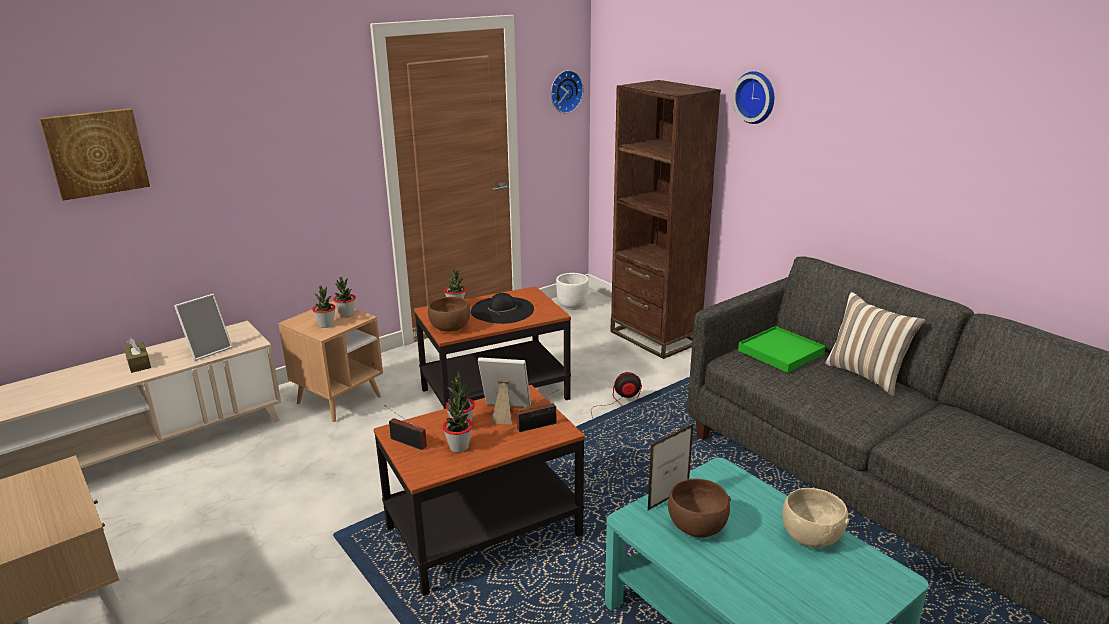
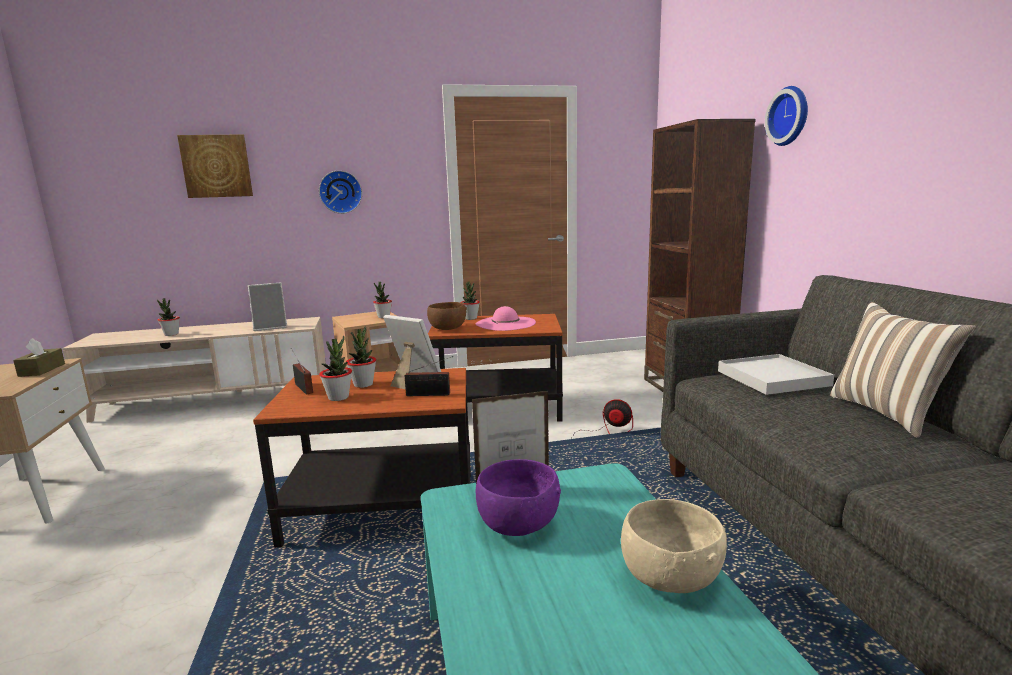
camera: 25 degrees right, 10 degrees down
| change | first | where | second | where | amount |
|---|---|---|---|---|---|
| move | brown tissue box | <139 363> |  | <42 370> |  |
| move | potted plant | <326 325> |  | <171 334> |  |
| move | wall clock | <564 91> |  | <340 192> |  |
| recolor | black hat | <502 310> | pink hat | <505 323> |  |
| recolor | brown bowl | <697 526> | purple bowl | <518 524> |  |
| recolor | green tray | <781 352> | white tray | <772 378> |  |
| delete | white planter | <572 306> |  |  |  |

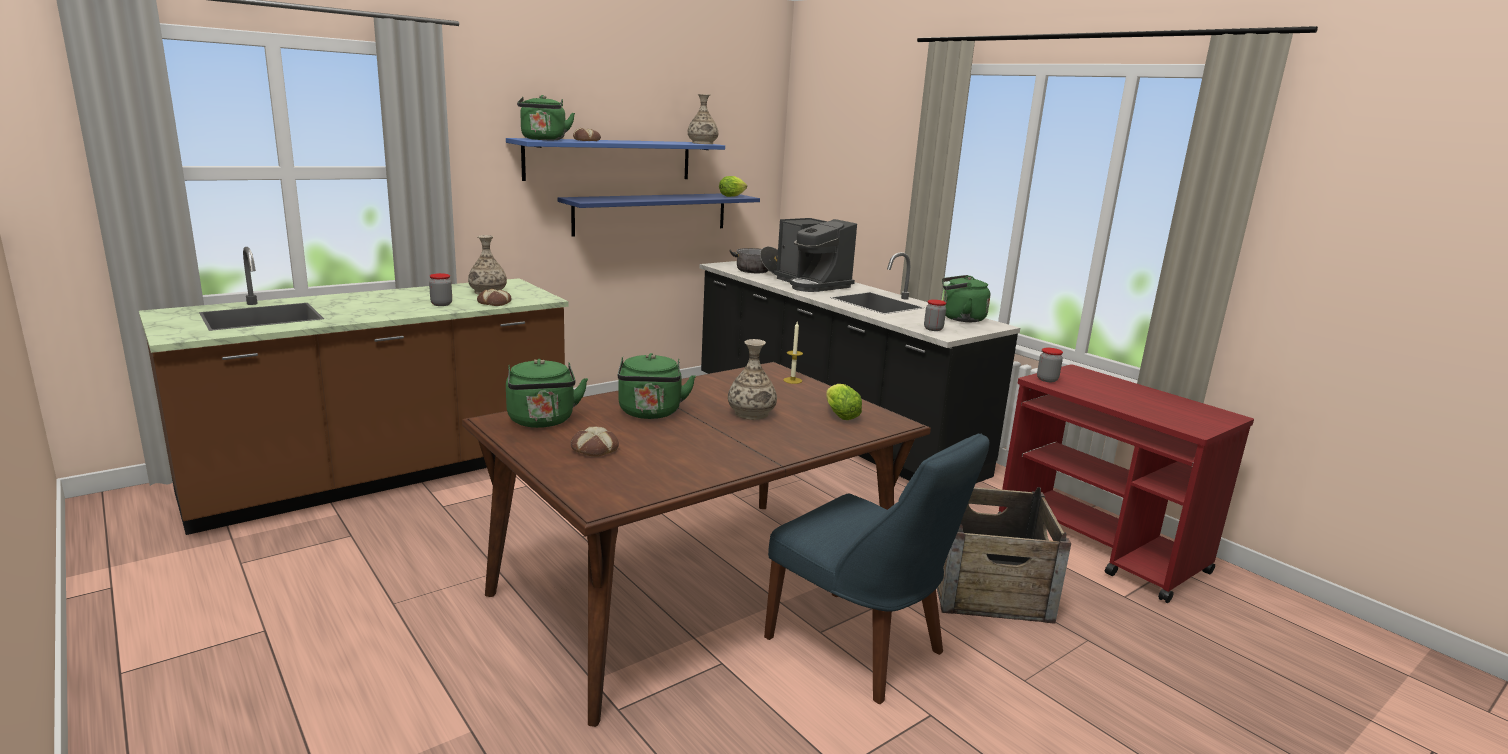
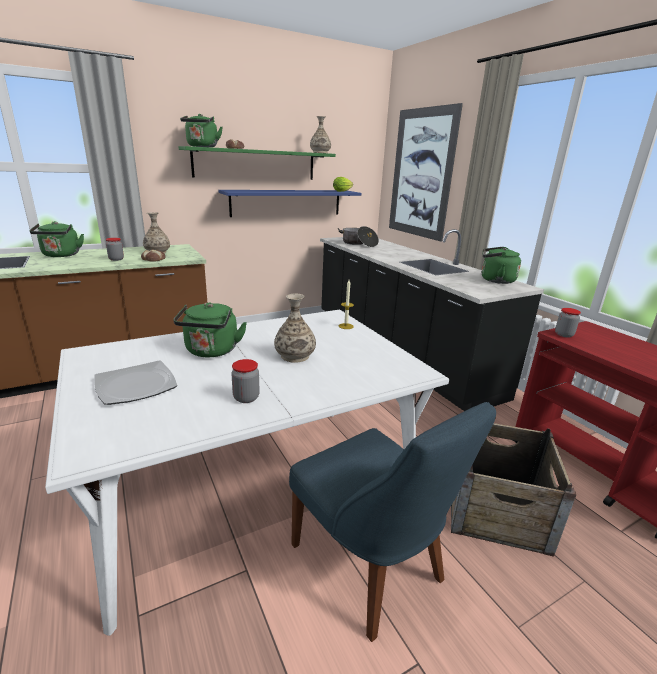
camera: 10 degrees right, 5 degrees up
| change | first | where | second | where | amount |
|---|---|---|---|---|---|
| move | green kettle | <542 421> |  | <61 255> |  |
| recolor | brown dining table | <695 593> | white dining table | <253 491> |  |
| replace | bread | <593 449> | plate | <135 386> |  |
| recolor | blue shelf | <610 160> | green shelf | <255 164> |  |
| move | jar | <933 329> |  | <246 398> |  |
| insert |  |  | picture | <421 174> |  |
| delete | coffee machine | <812 284> |  |  |  |
| delete | lettuce | <839 415> |  |  |  |

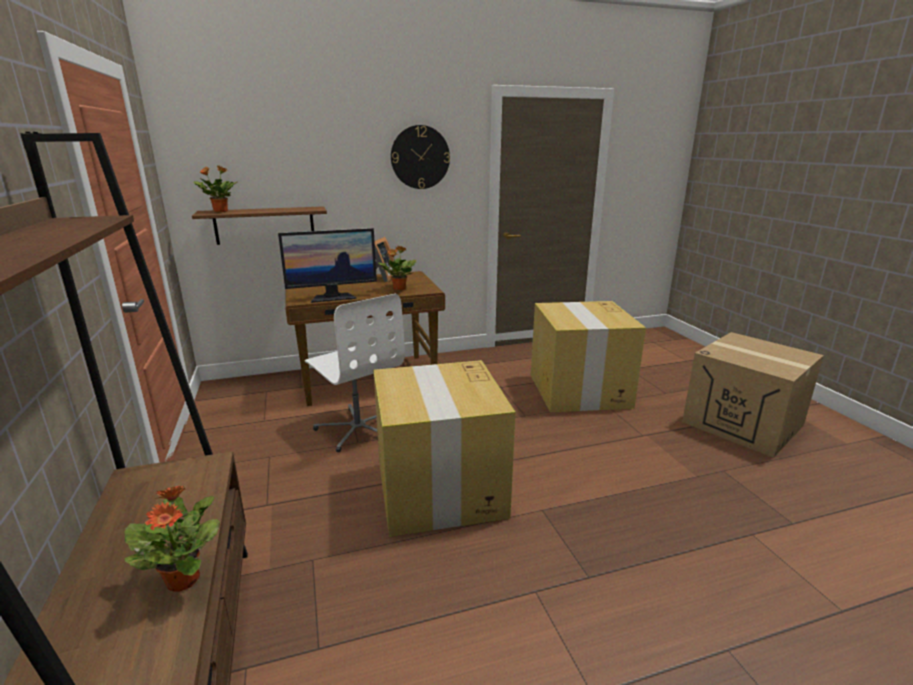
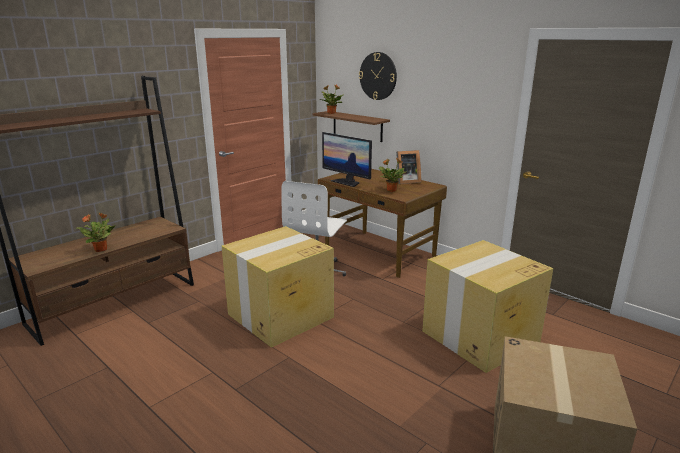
camera: 60 degrees right, 0 degrees up
| change | first | where | second | where | amount |
|---|---|---|---|---|---|
| move | wall clock | <420 157> |  | <378 76> |  |

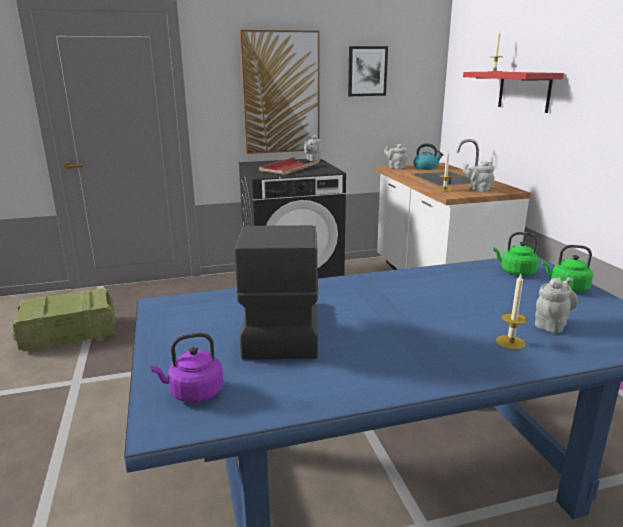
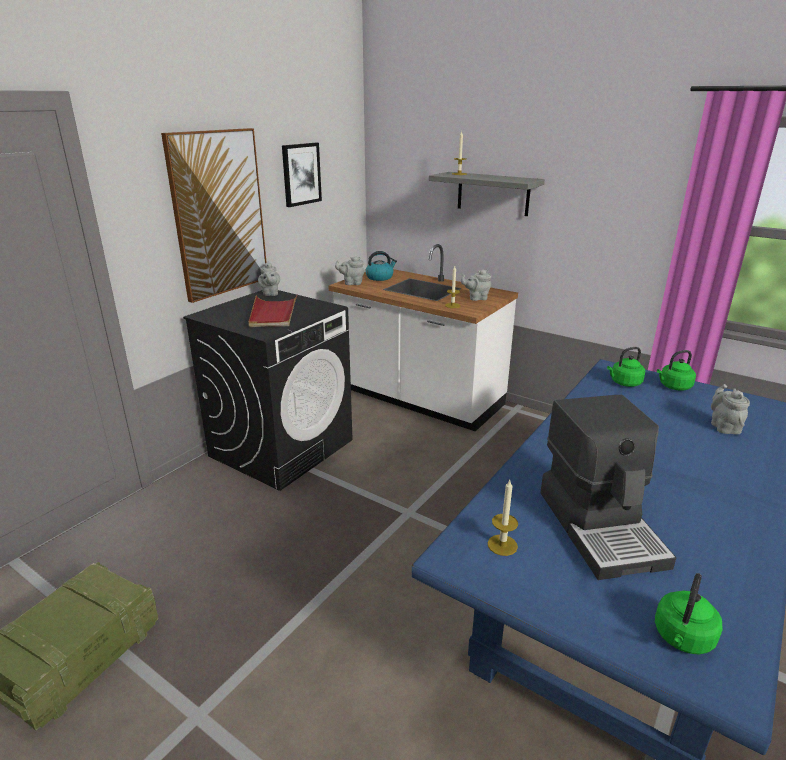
camera: 40 degrees left, 5 degrees up
| change | first | where | second | where | amount |
|---|---|---|---|---|---|
| recolor | red shelf | <524 91> | grey shelf | <493 193> |  |
| move | candle | <510 342> |  | <502 545> |  |
| rotate | coffee machine | <280 329> |  | <601 526> | 150 degrees counterclockwise |
| recolor | purple kettle | <193 393> | green kettle | <682 638> |  |

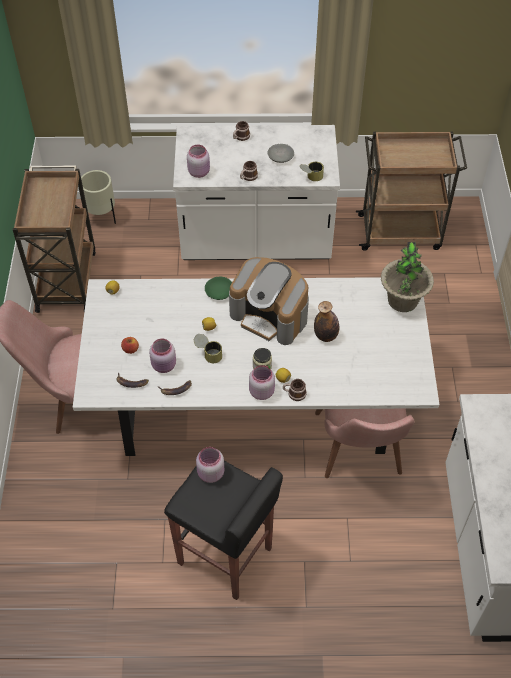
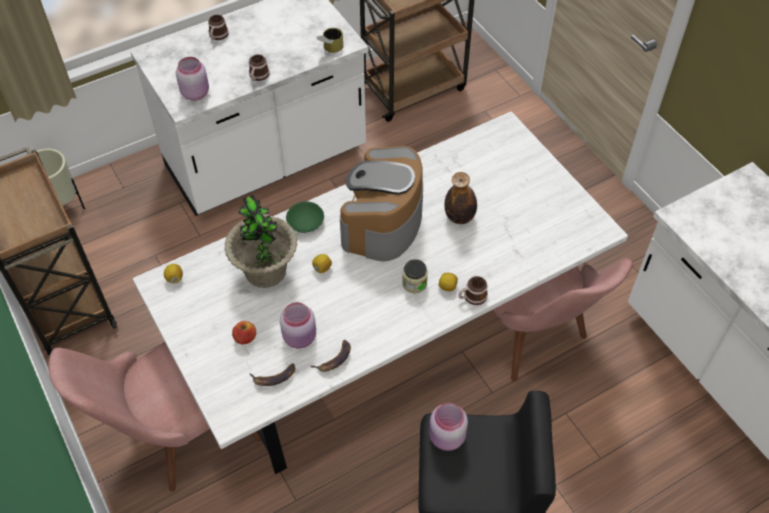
camera: 30 degrees left, 0 degrees up
| change | first | where | second | where | amount |
|---|---|---|---|---|---|
| move | potted plant | <402 300> |  | <265 271> |  |
| rotate | coffee machine | <270 315> |  | <383 222> | 105 degrees clockwise |
| delete | can | <208 354> |  |  |  |
| delete | pink jar | <261 391> |  |  |  |
| delete | grey bowl | <280 157> |  |  |  |

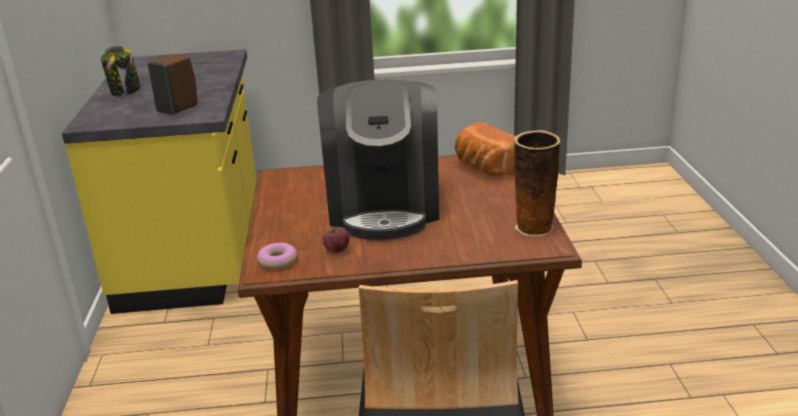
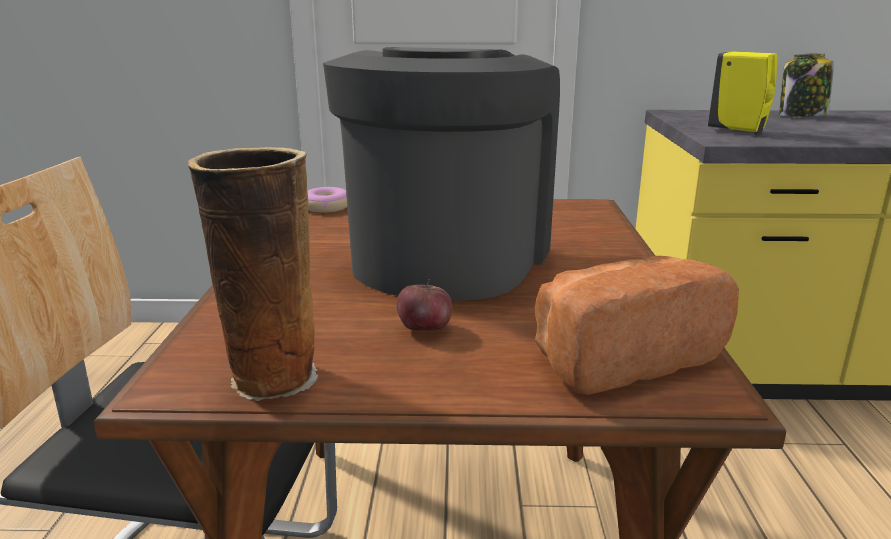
camera: 95 degrees right, 5 degrees down
| change | first | where | second | where | amount |
|---|---|---|---|---|---|
| rotate | coffee machine | <384 207> |  | <448 258> | 105 degrees clockwise |
| move | apple | <336 250> |  | <425 329> |  |
| recolor | brown soap dispenser | <179 110> | yellow soap dispenser | <739 131> |  |

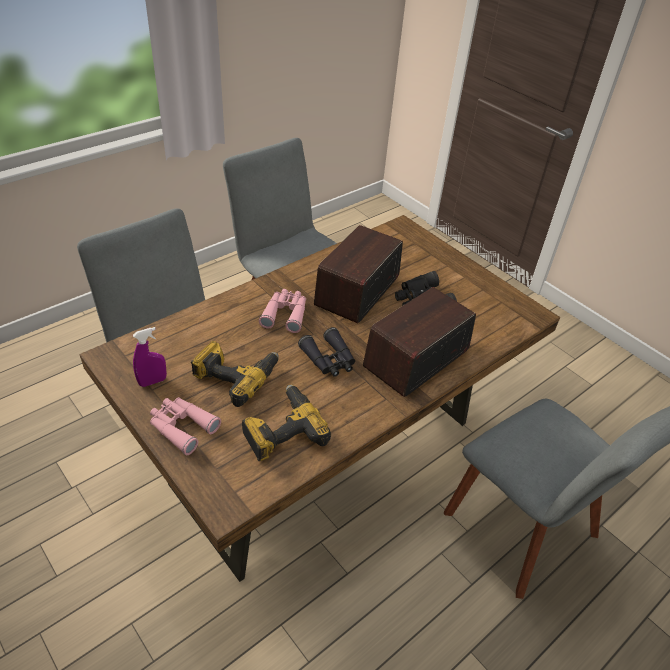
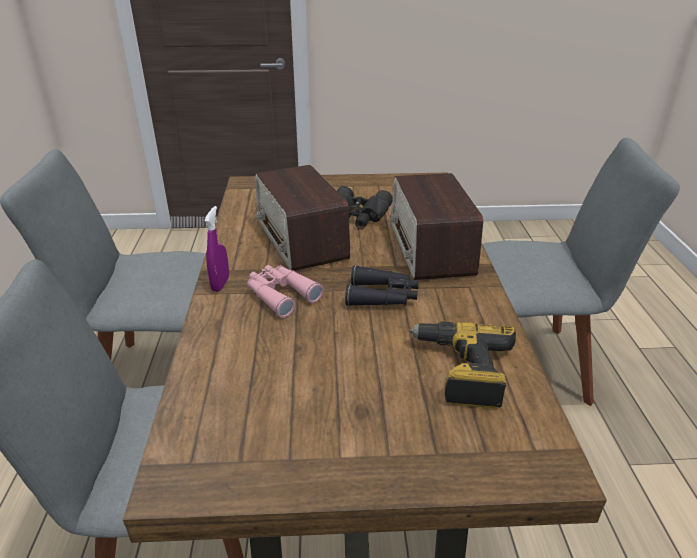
camera: 50 degrees left, 10 degrees down
| change | first | where | second | where | amount |
|---|---|---|---|---|---|
| move | purple spray bottle | <152 381> |  | <220 284> |  |
| delete | pink binoculars | <182 427> |  |  |  |
| delete | power drill | <235 375> |  |  |  |

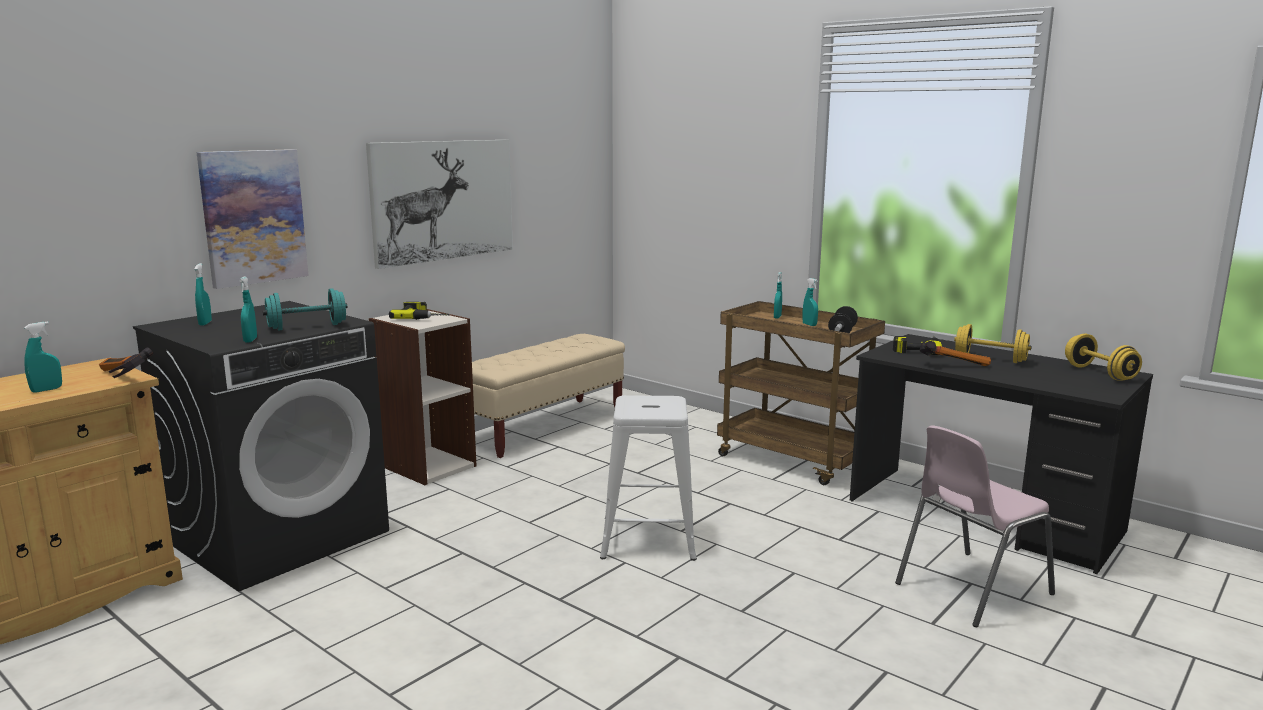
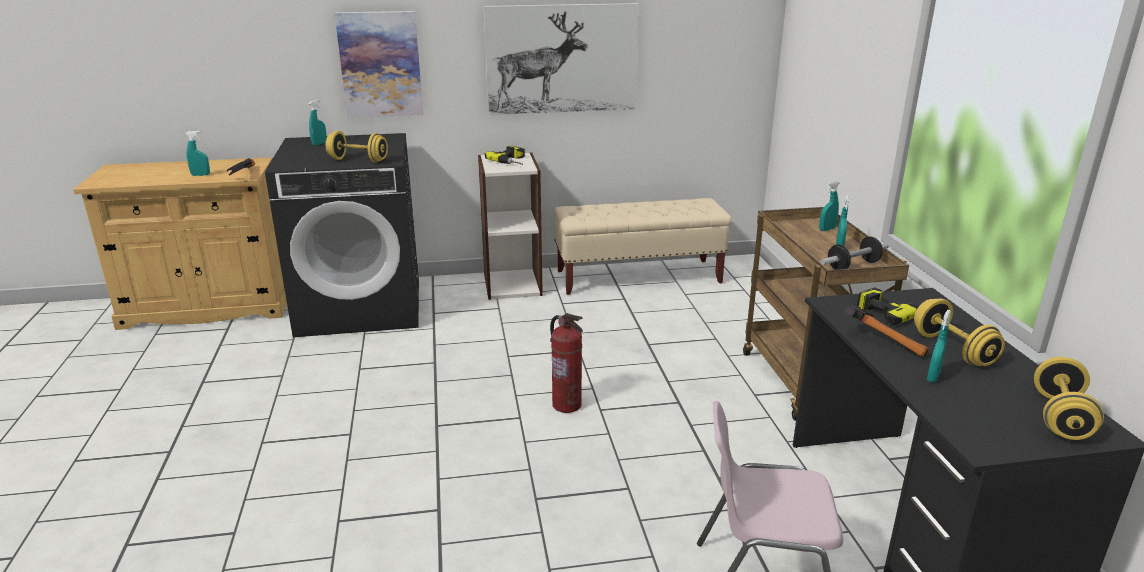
camera: 40 degrees right, 10 degrees up
| change | first | where | second | where | amount |
|---|---|---|---|---|---|
| recolor | turquoise dumbbell | <307 327> | yellow dumbbell | <358 160> |  |
| replace | white stool | <648 537> | fire extinguisher | <567 405> |  |
| move | turquoise spray bottle | <250 340> |  | <933 377> |  |

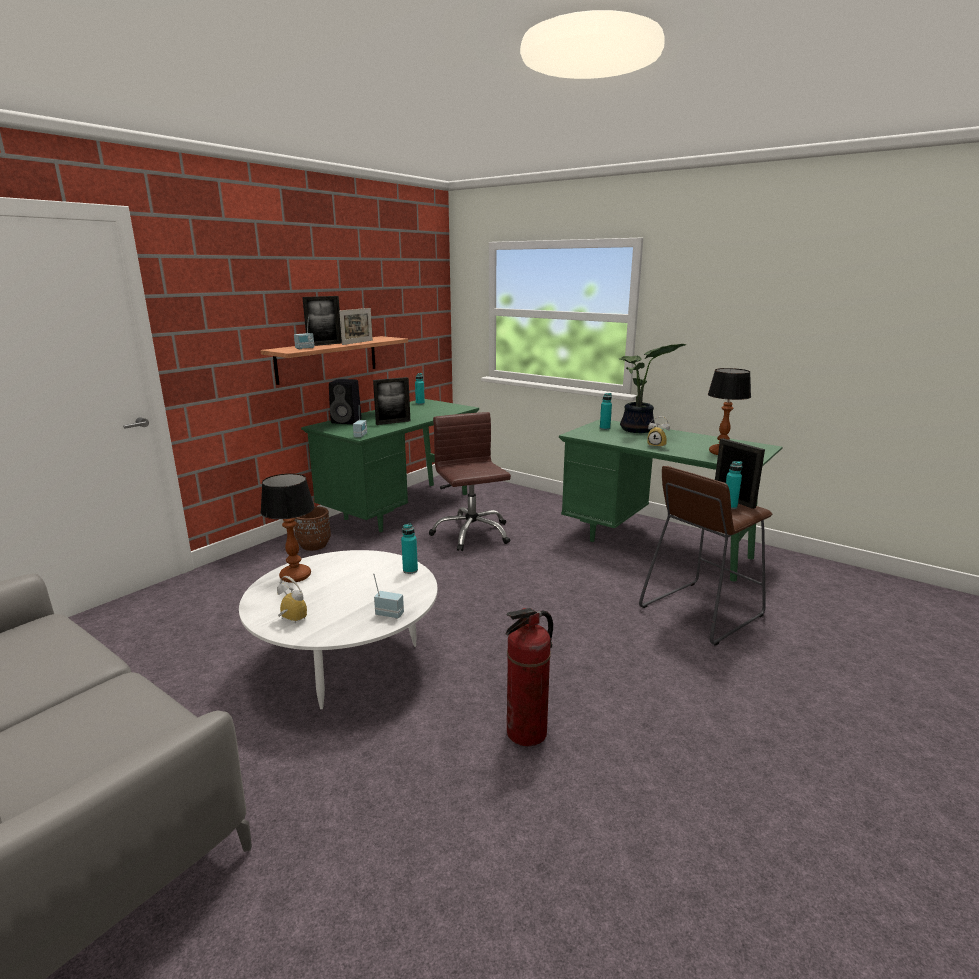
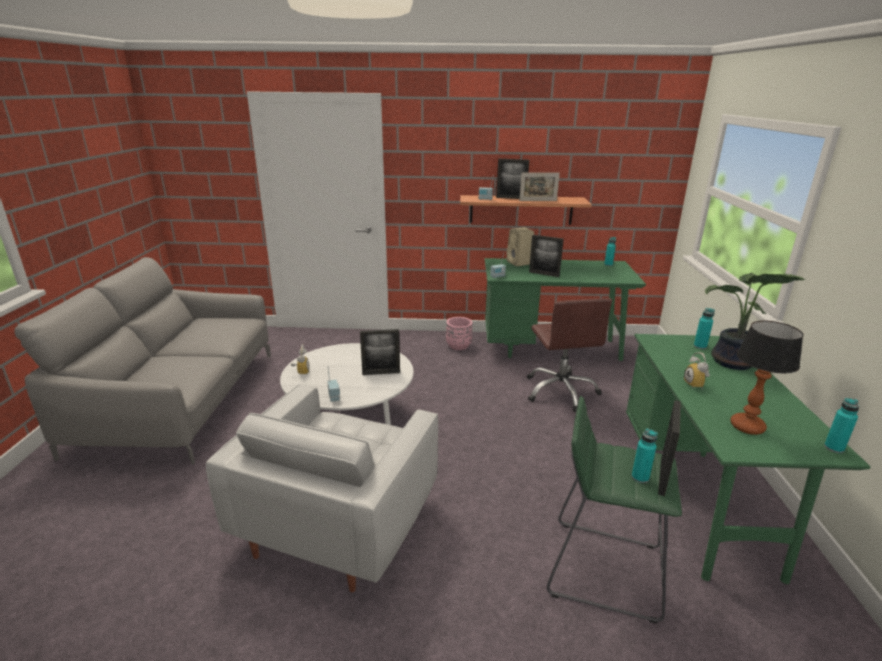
camera: 55 degrees right, 5 degrees up
| change | first | where | second | where | amount |
|---|---|---|---|---|---|
| replace | fire extinguisher | <526 732> | white armchair | <339 521> |  |
| insert |  |  | picture frame | <381 373> |  |
| recolor | brown planter | <314 545> | pink planter | <458 346> |  |
| recolor | black speaker | <347 421> | beige speaker | <519 263> |  |
| rotate | brown office chair | <471 533> |  | <561 391> | 135 degrees clockwise |
| recolor | brown stool | <701 612> | green stool | <603 569> |  |
| move | turquoise bottle | <410 570> |  | <834 448> |  |
| delete | table lamp | <295 576> |  |  |  |

